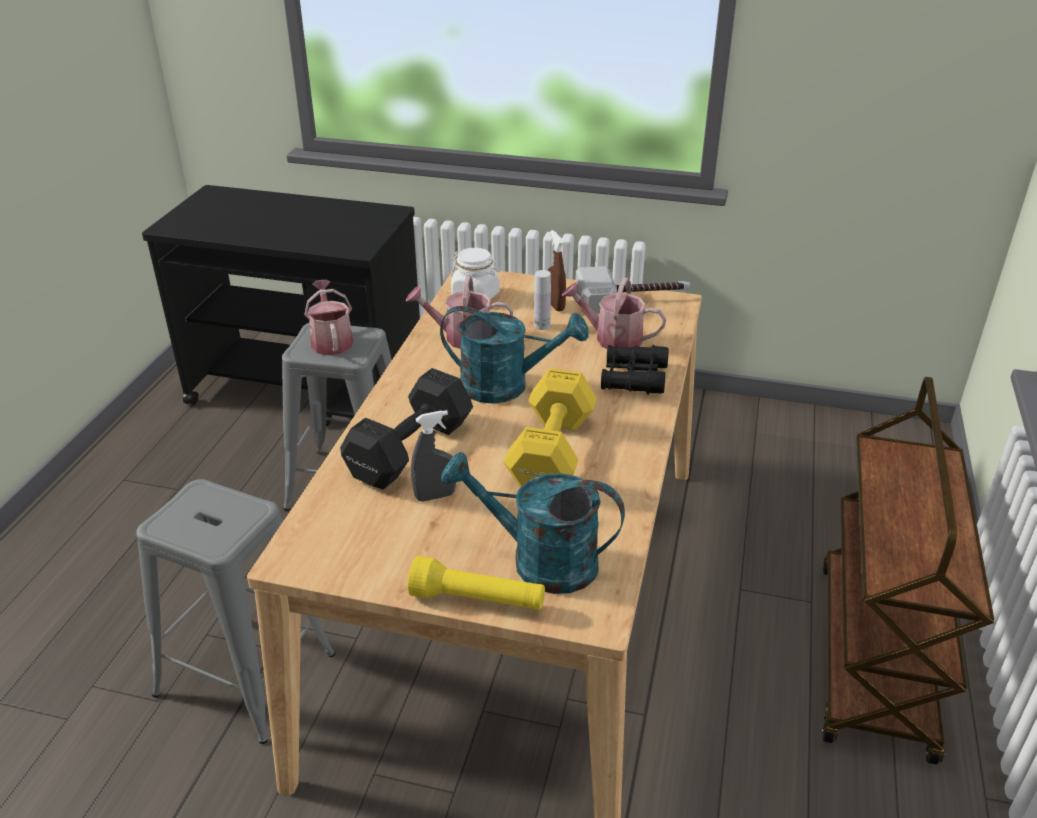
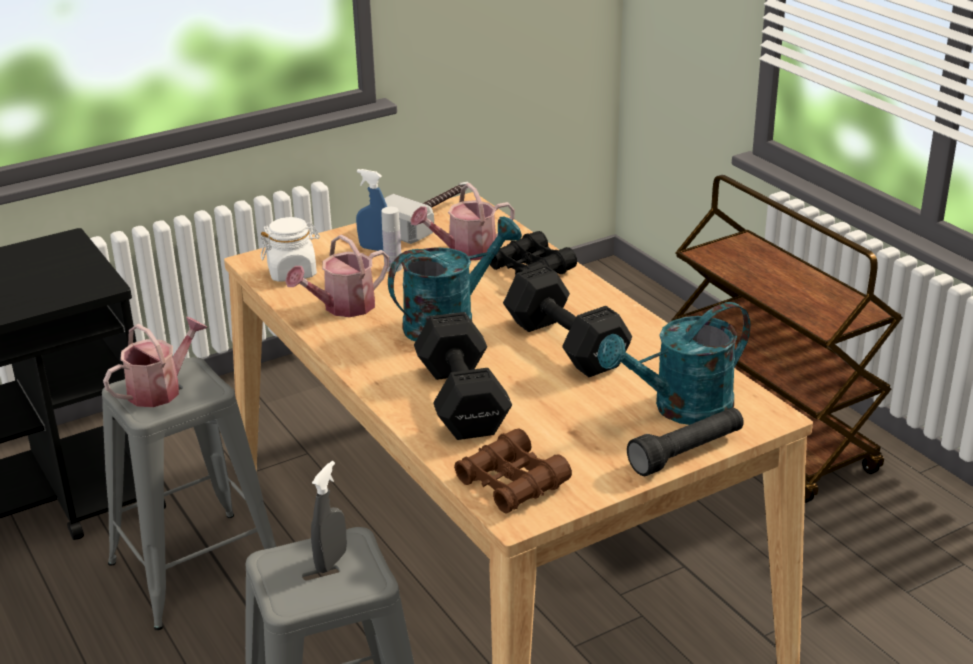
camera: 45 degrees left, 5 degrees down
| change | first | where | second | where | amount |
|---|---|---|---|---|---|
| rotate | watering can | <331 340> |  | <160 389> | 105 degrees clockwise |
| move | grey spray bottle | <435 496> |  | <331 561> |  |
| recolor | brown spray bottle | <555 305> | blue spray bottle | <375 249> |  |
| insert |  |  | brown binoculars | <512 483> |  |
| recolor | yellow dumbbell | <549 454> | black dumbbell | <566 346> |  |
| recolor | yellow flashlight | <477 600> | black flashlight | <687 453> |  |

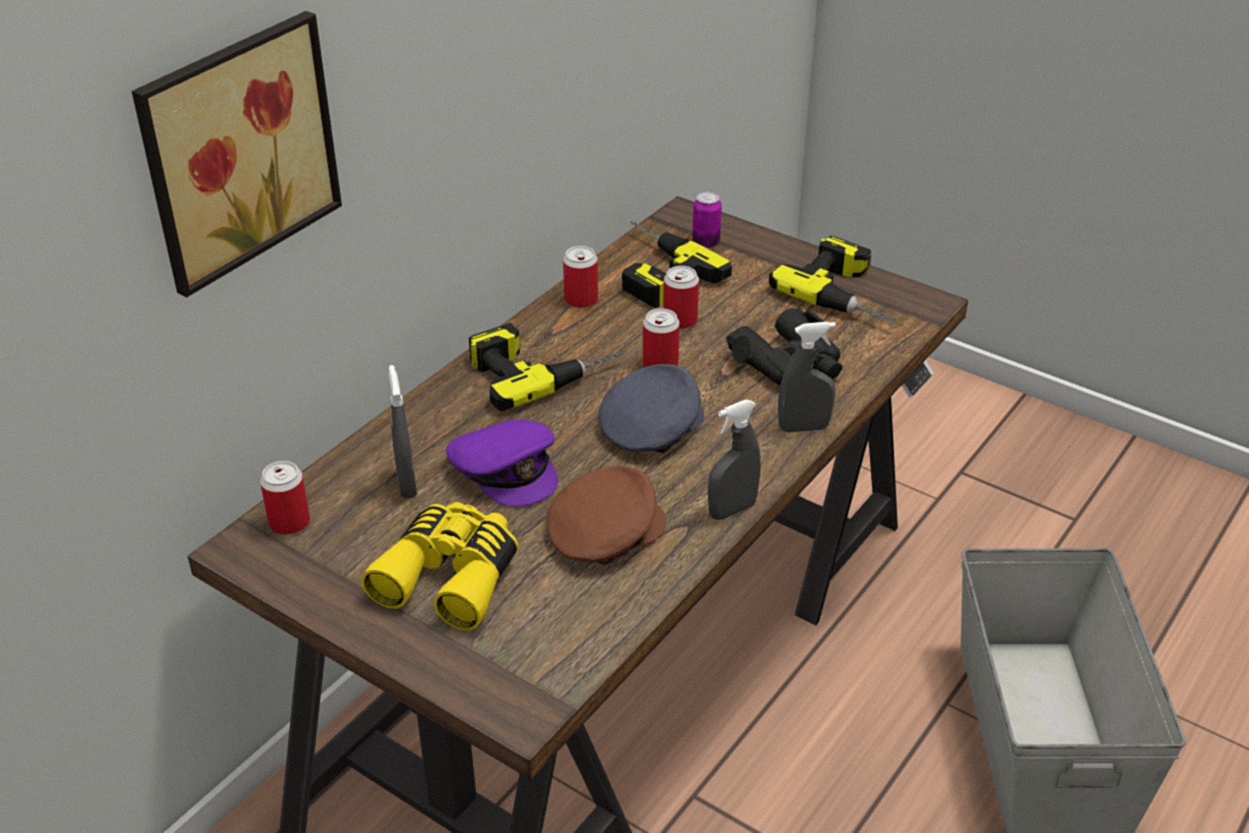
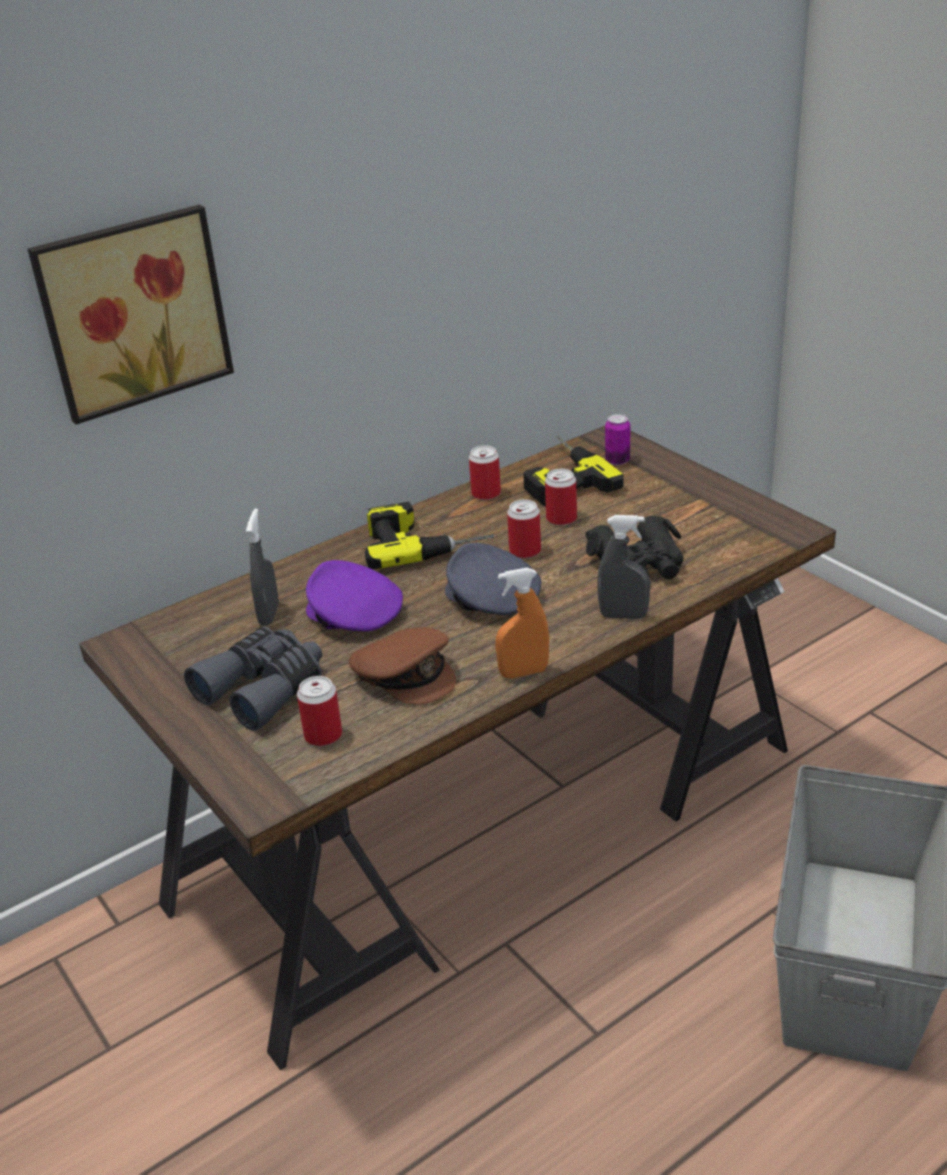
camera: 20 degrees right, 5 degrees down
| change | first | where | second | where | amount |
|---|---|---|---|---|---|
| recolor | yellow binoculars | <451 576> | grey binoculars | <264 688> |  |
| move | can | <289 522> |  | <323 735> |  |
| rotate | purple cap | <506 470> |  | <353 615> | 150 degrees clockwise |
| rotate | brown cap | <604 533> |  | <406 674> | 60 degrees clockwise |
| rotate | grey cap | <651 427> |  | <490 598> | 105 degrees counterclockwise |
| recolor | grey spray bottle | <732 510> | orange spray bottle | <523 672> |  |
| delete | power drill | <849 293> |  |  |  |

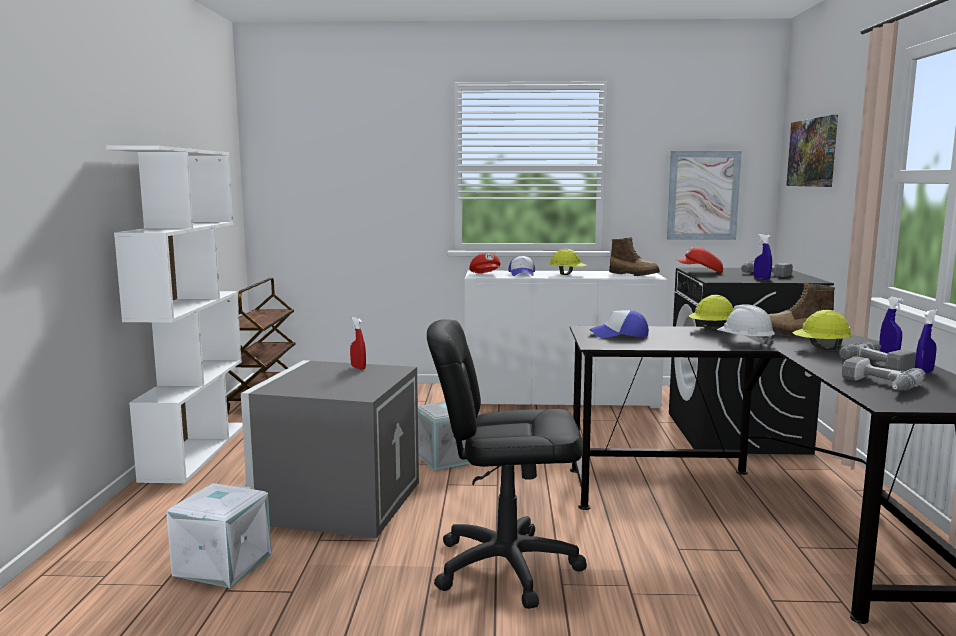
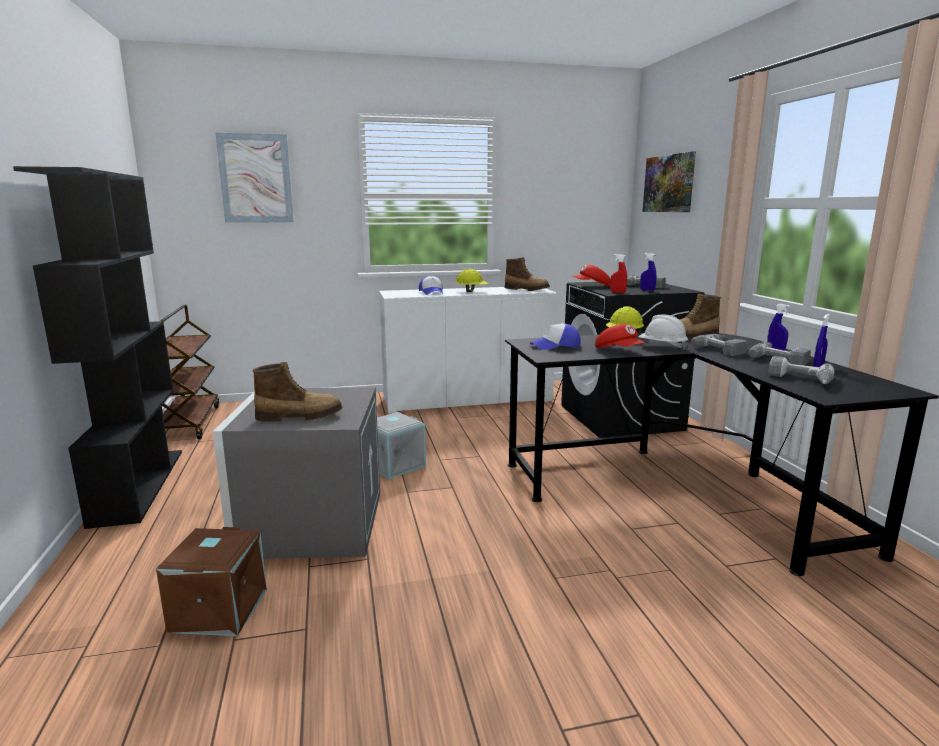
camera: 15 degrees left, 5 degrees up
| change | first | where | second | where | amount |
|---|---|---|---|---|---|
| recolor | white bookcase | <195 450> | black bookcase | <138 485> |  |
| recolor | white storage box | <222 564> | brown storage box | <217 610> |  |
| move | picture | <703 195> |  | <255 178> |  |
| insert |  |  | boot | <299 416> |  |
| move | red cap | <486 275> |  | <619 351> |  |
| move | red spray bottle | <358 368> |  | <617 292> |  |
| replace | yellow hard hat | <821 349> | power drill | <723 349> |  |
| delete | black office chair | <505 566> |  |  |  |

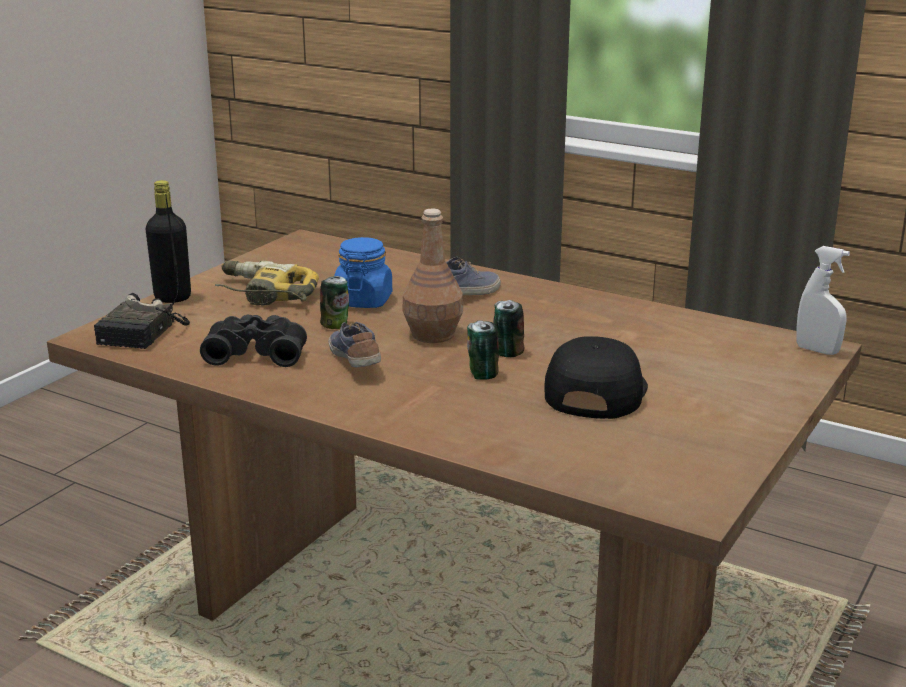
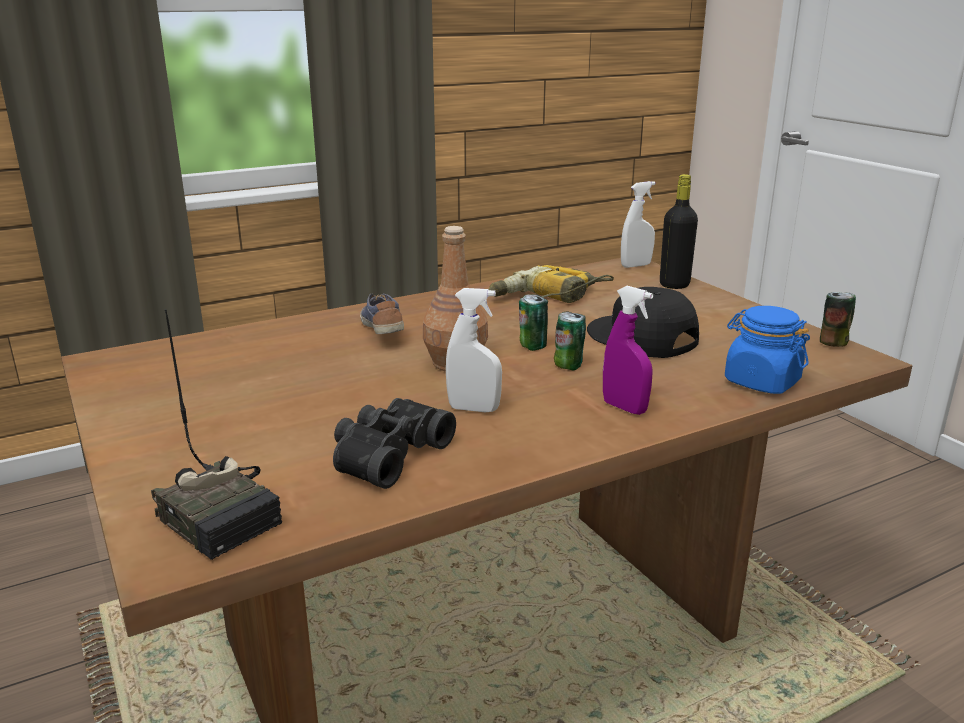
camera: 60 degrees left, 0 degrees up
| change | first | where | second | where | amount |
|---|---|---|---|---|---|
| replace | shoe | <356 361> | white spray bottle | <473 409> |  |
| move | power drill | <263 295> |  | <549 297> |  |
| insert |  |  | purple spray bottle | <624 408> |  |
| move | black bottle | <172 298> |  | <674 284> |  |
| move | blue jar | <363 301> |  | <761 382> |  |
| move | can | <336 326> |  | <833 343> |  |

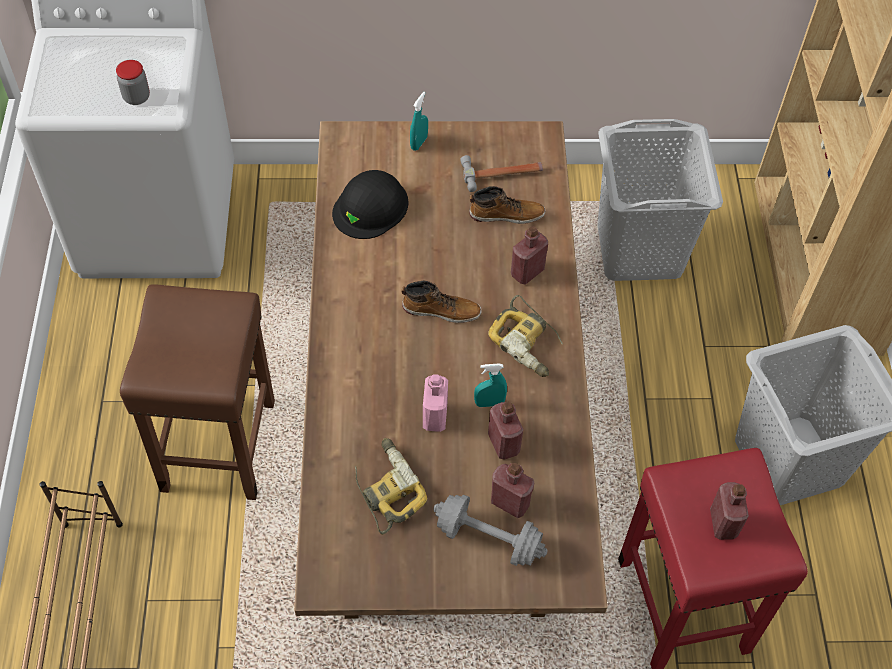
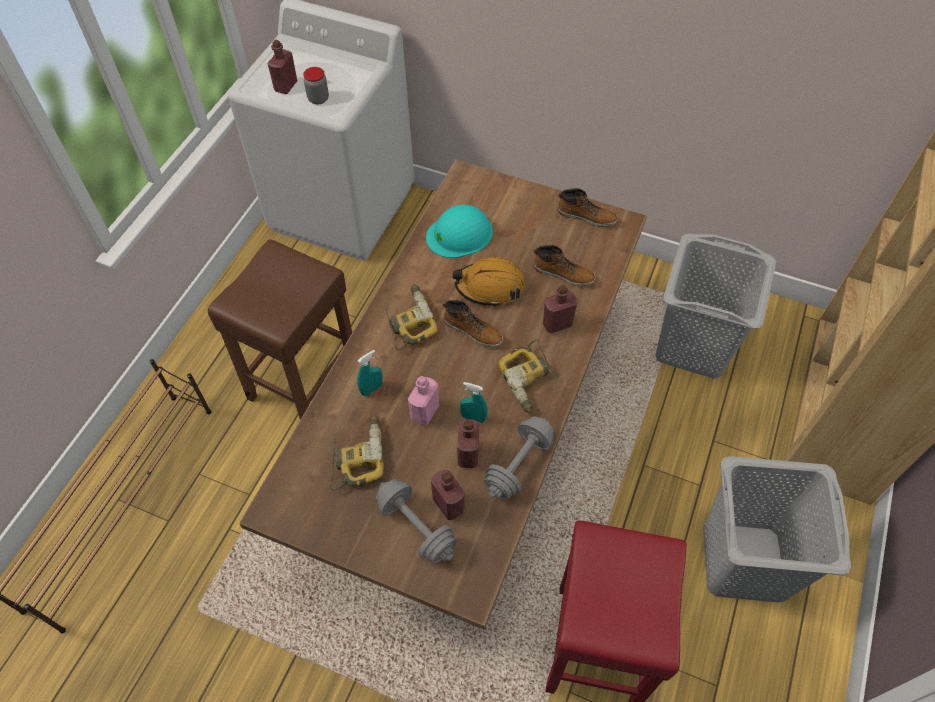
camera: 25 degrees right, 0 degrees up
| change | first | where | second | where | amount |
|---|---|---|---|---|---|
| move | red bottle | <723 523> |  | <286 86> |  |
| move | turquoise spray bottle | <419 143> |  | <371 389> |  |
| insert |  |  | power drill | <408 321> |  |
| recolor | black hard hat | <371 207> | turquoise hard hat | <460 234> |  |
| insert |  |  | orange hard hat | <490 286> |  |
| insert |  |  | grey dumbbell | <518 465> |  |
| insert |  |  | boot | <586 216> |  |
| delete | hammer | <502 174> |  |  |  |

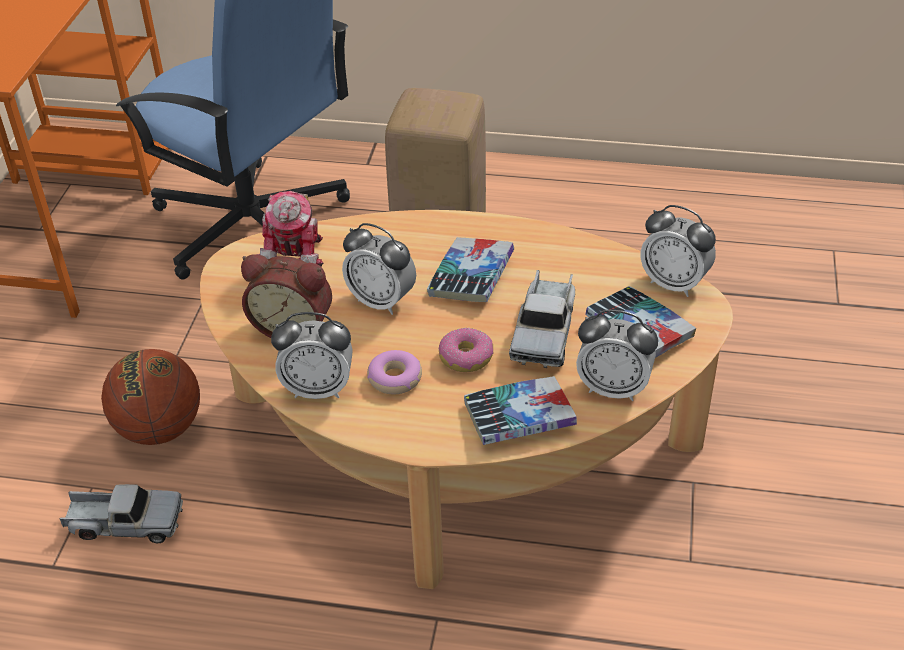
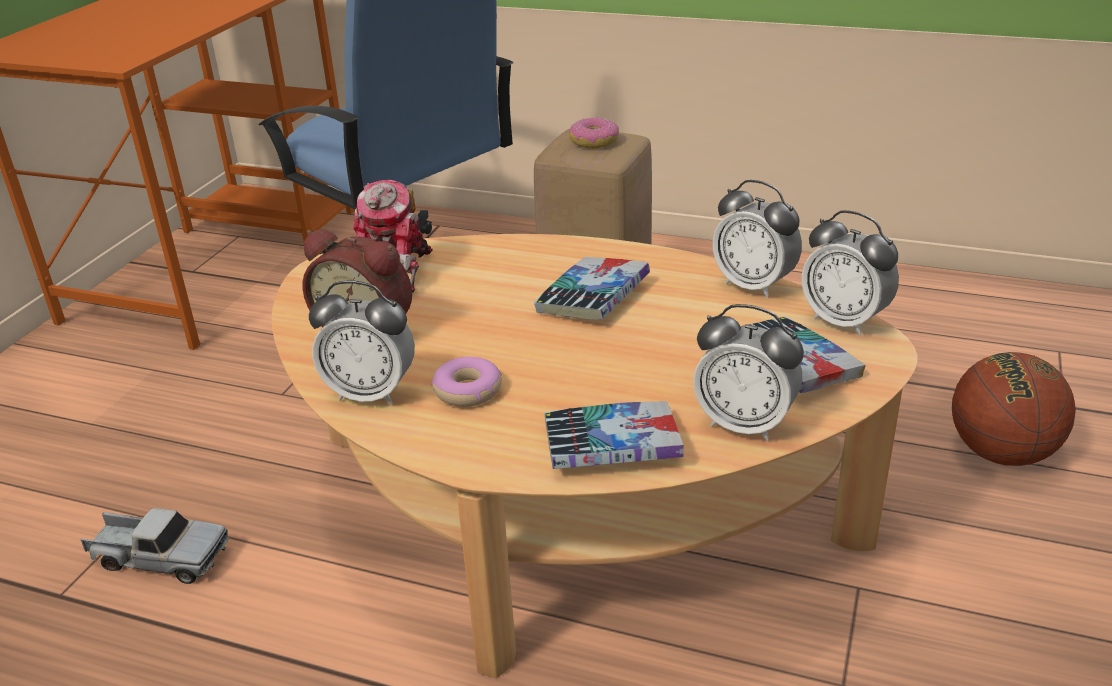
camera: 10 degrees right, 10 degrees down
| change | first | where | second | where | amount |
|---|---|---|---|---|---|
| move | donut | <465 357> |  | <594 142> |  |
| move | alarm clock | <381 301> |  | <753 285> |  |
| move | basketball | <160 429> |  | <1001 453> |  |
| delete | toy truck | <544 331> |  |  |  |

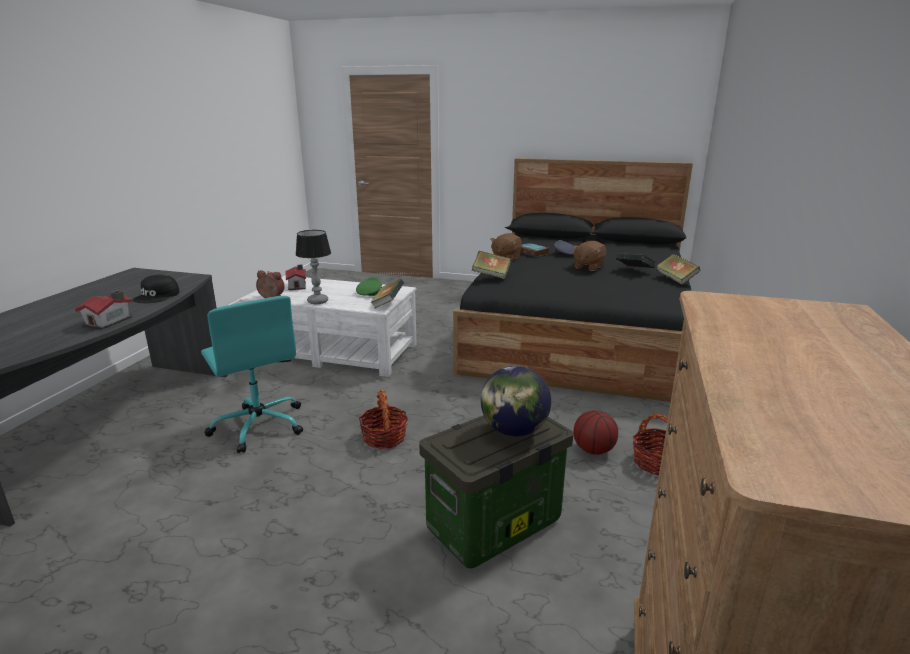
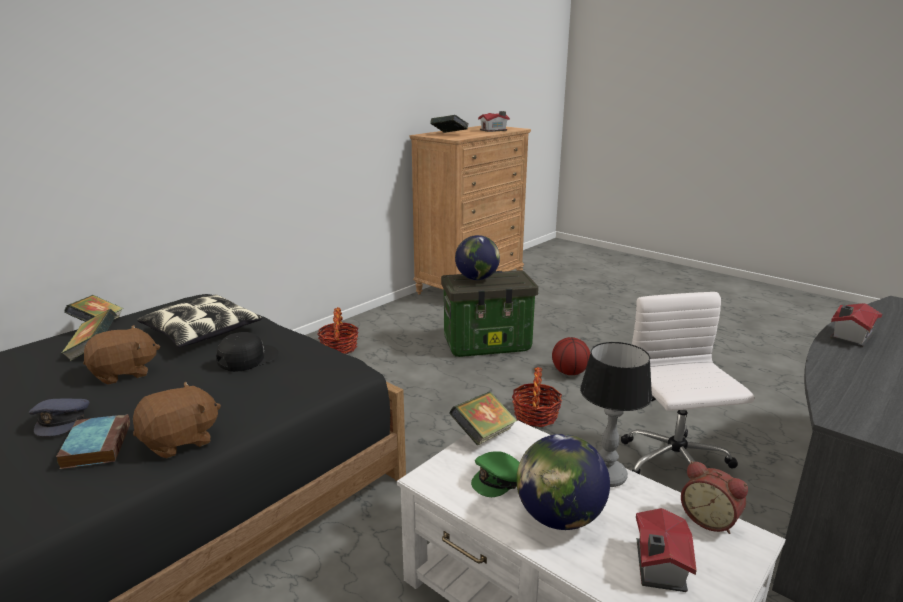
camera: 155 degrees left, 0 degrees up
| change | first | where | second | where | amount |
|---|---|---|---|---|---|
| insert |  |  | pillow | <202 331> |  |
| move | black cap | <157 296> |  | <247 358> |  |
| move | book | <491 275> |  | <449 134> |  |
| insert |  |  | toy house | <494 130> |  |
| insert |  |  | globe | <559 517> |  |
| move | basketball | <593 450> |  | <570 372> |  |
| recolor | turquoise office chair | <259 425> | white office chair | <675 464> |  |

